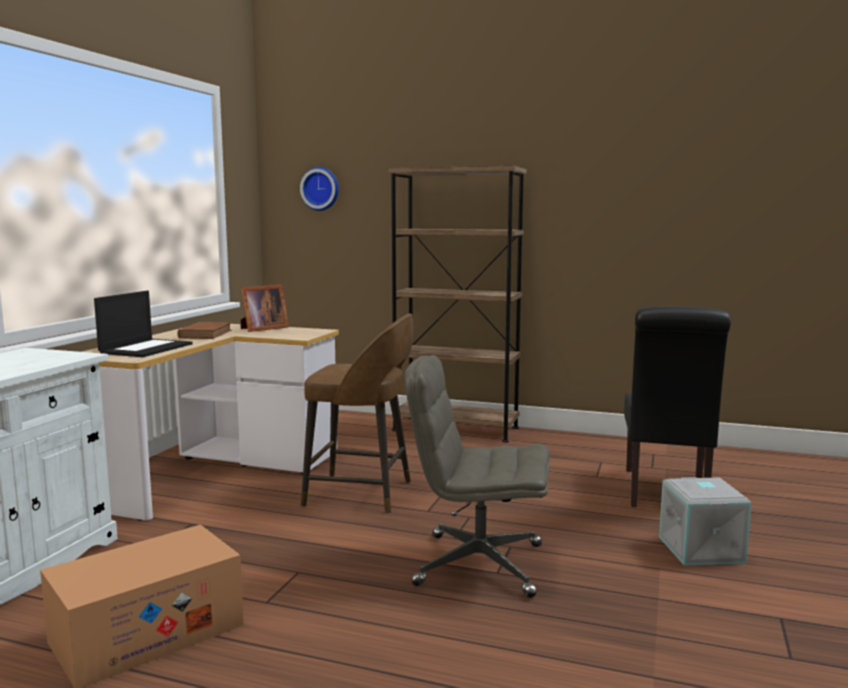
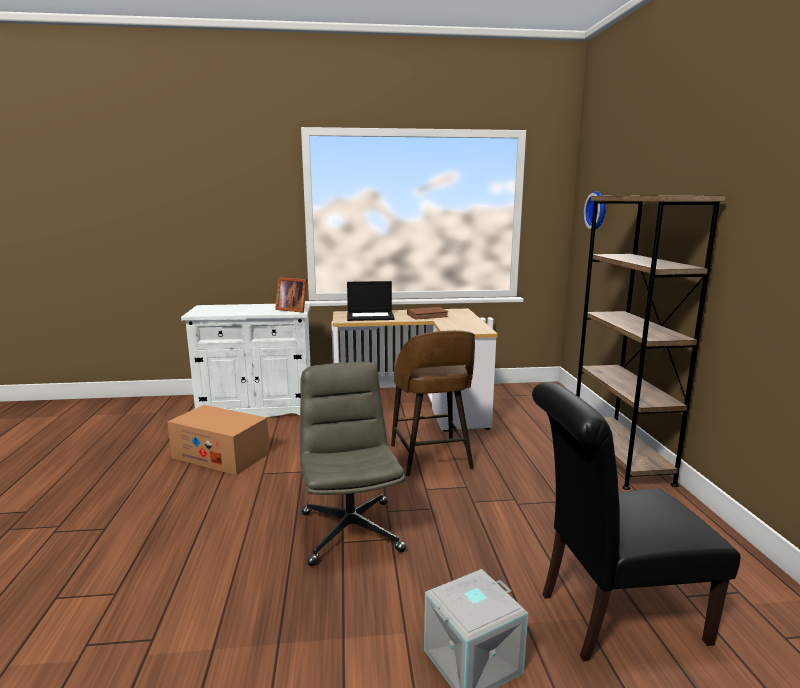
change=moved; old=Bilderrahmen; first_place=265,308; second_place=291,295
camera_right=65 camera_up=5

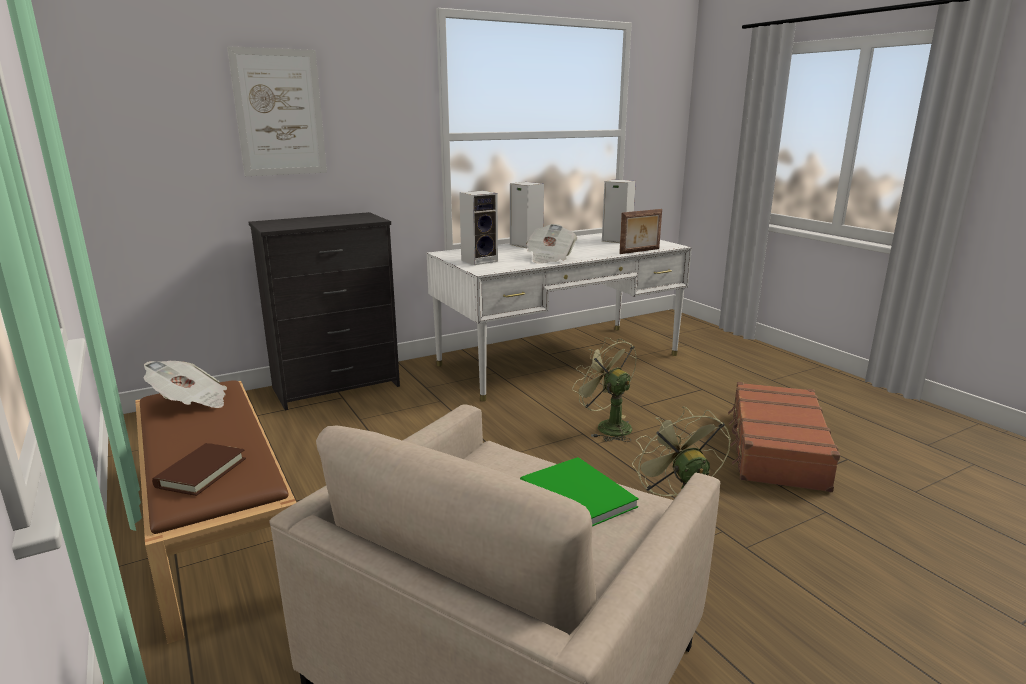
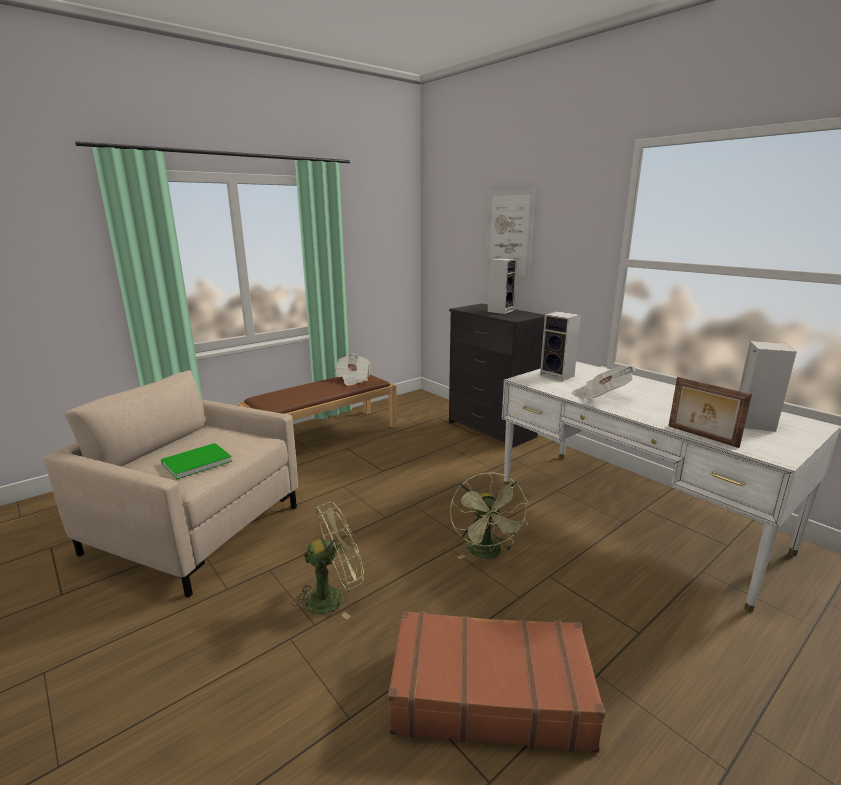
change=removed; old=Buch (braun); first_place=199,469
change=moved; old=Lautsprecher; first_place=527,215; second_place=502,286
change=turned; old=Ventilator (grün); first_place=604,389; second_place=489,515; degrees=135
camera_right=80 camera_up=0

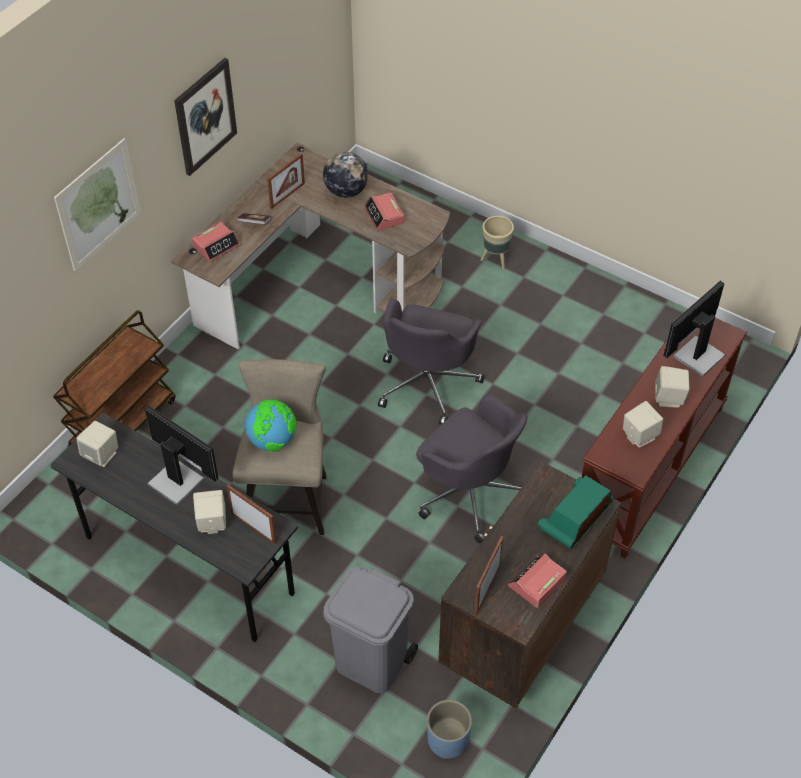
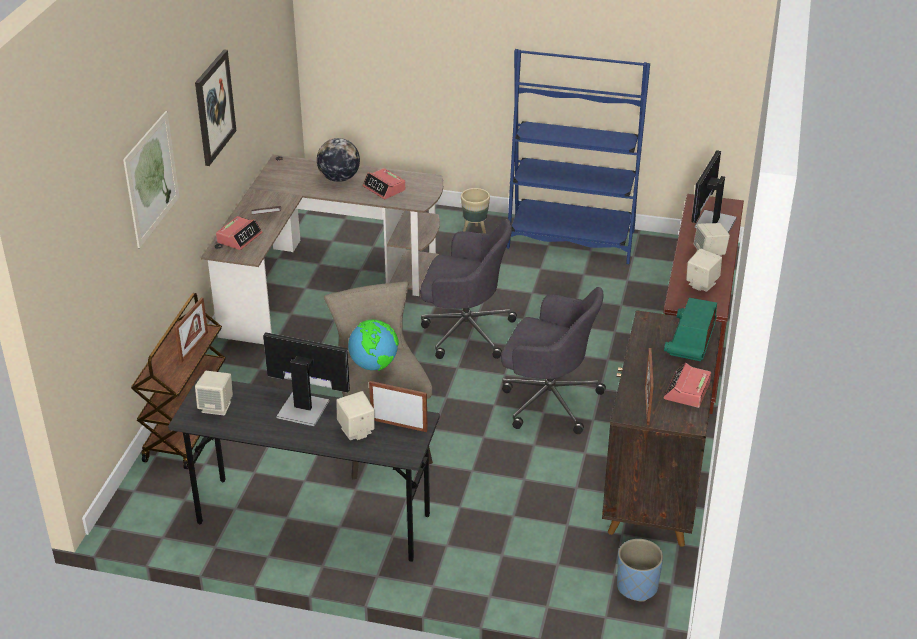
change=moved; old=Bilderrahmen; first_place=286,181; second_place=191,330
change=removed; old=Mülleimer (grau); first_place=370,630
change=turned; old=Bürostuhl (grau); first_place=431,361; second_place=468,289; degrees=-75
change=added; new=Bücherregal (blau); second_place=578,156
camera_right=-20 camera_up=-15

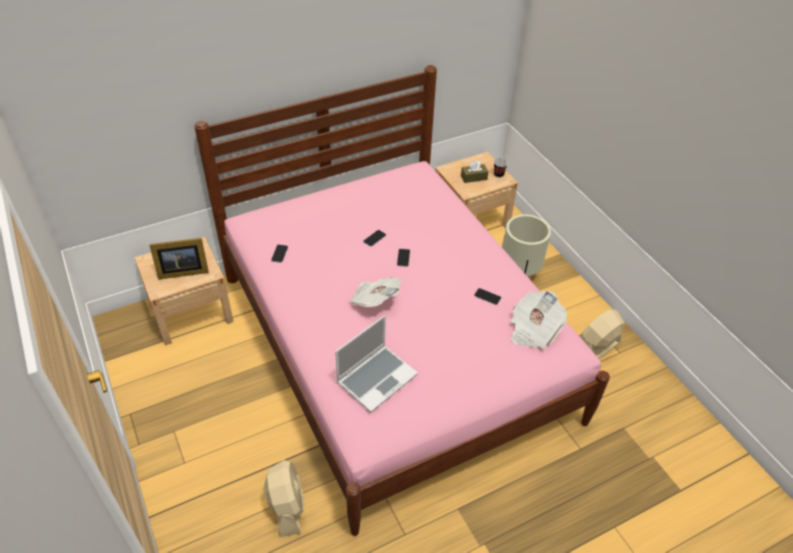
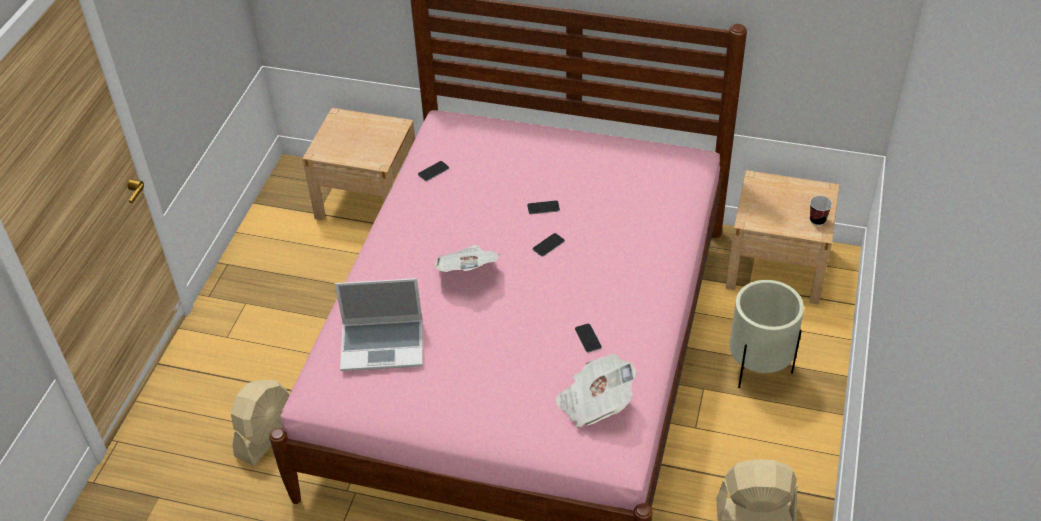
change=removed; old=Bilderrahmen; first_place=179,259
change=removed; old=Taschentuchbox (braun); first_place=475,171
camera_right=45 camera_up=0

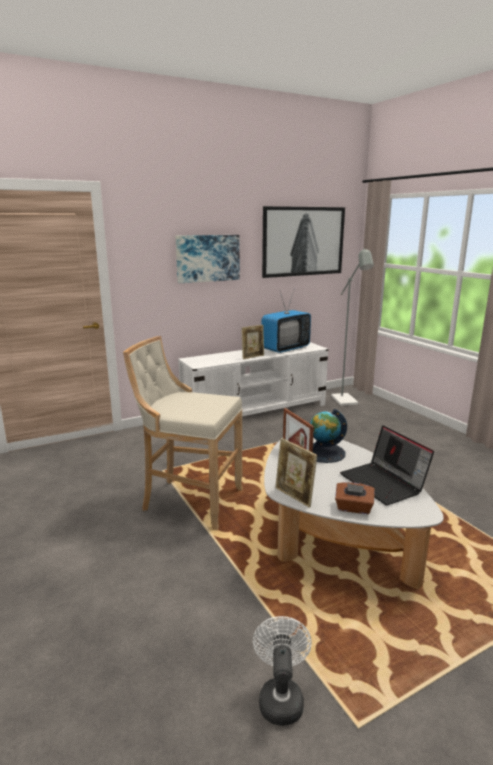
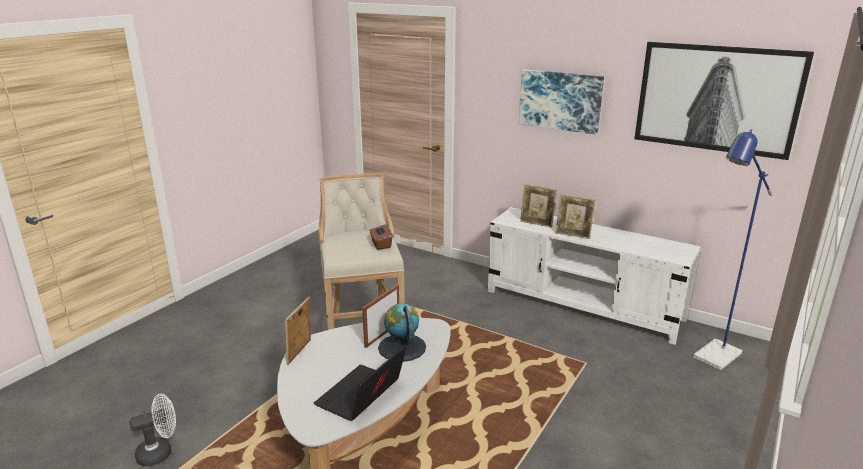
change=removed; old=Fernseher; first_place=286,320
change=recoloured; old=Stehlampe (grau); new=Stehlampe (blau); first_place=352,327; second_place=733,249
change=moved; old=Taschentuchbox (braun); first_place=355,498; second_place=380,237
change=added; new=Bilderrahmen; second_place=538,206
camera_right=60 camera_up=5

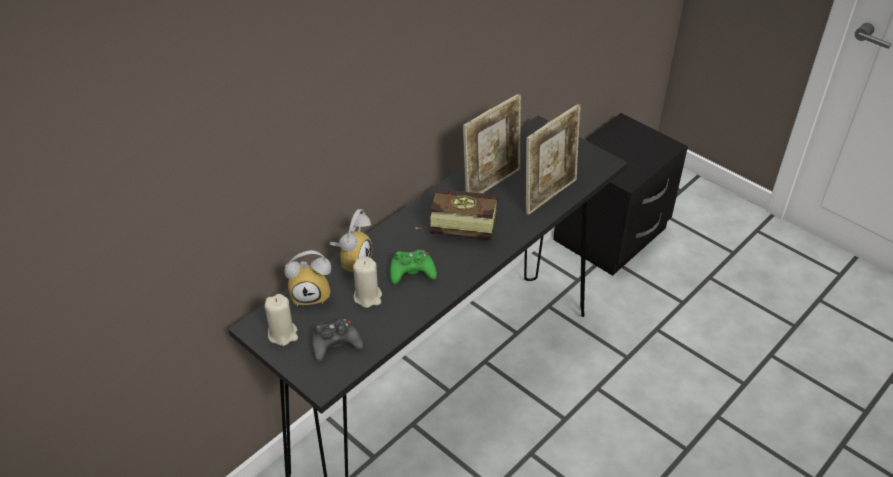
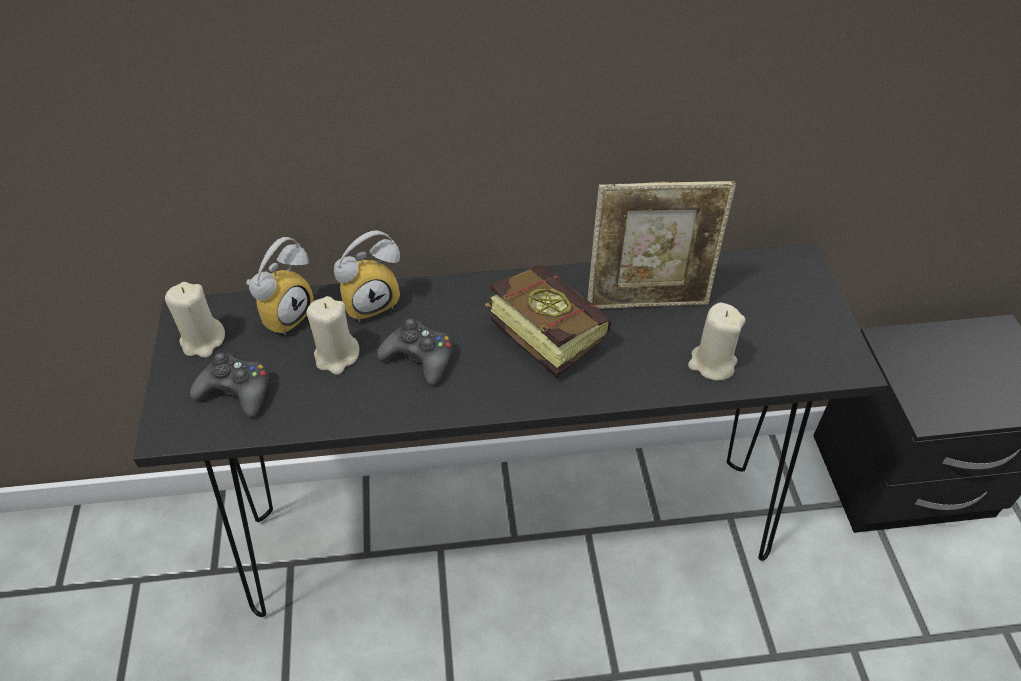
change=turned; old=Wecker; first_place=307,278; second_place=280,286; degrees=-90
change=recoloured; old=Gamepad (grün); new=Gamepad (schwarz); first_place=413,267; second_place=415,351
change=replaced; old=Bilderrahmen; new=Kerze (beige); first_place=553,159; second_place=717,341
camera_right=40 camera_up=5

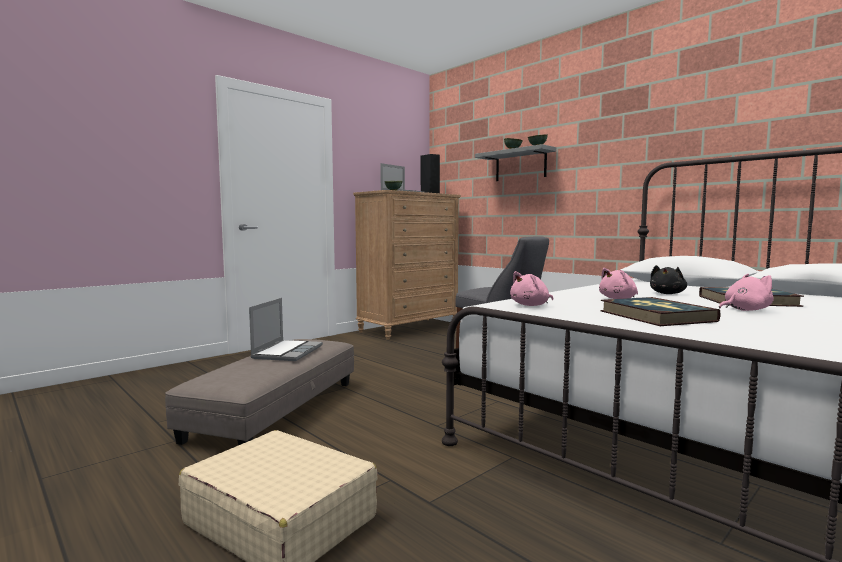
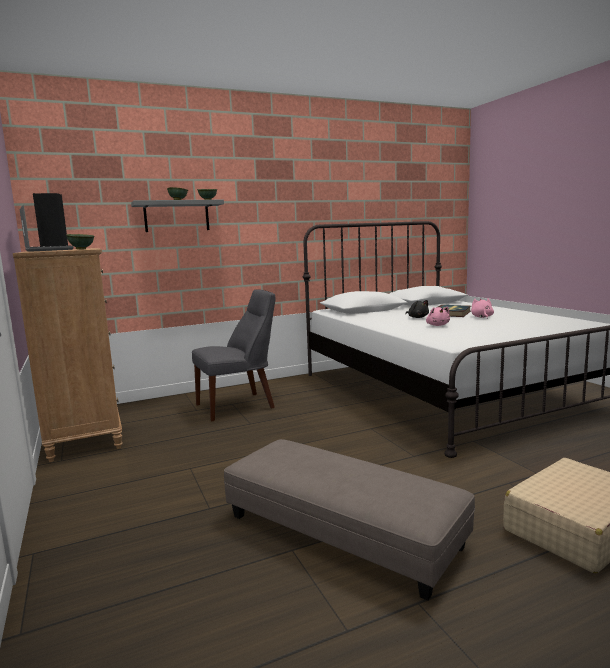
change=removed; old=Laptop; first_place=286,329
change=removed; old=Plüschtier (rosa); first_place=531,288
change=removed; old=Buch; first_place=660,311
camera_right=-70 camera_up=5

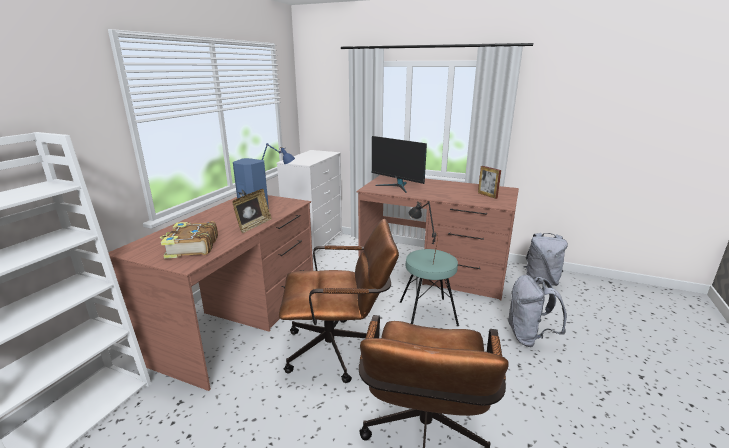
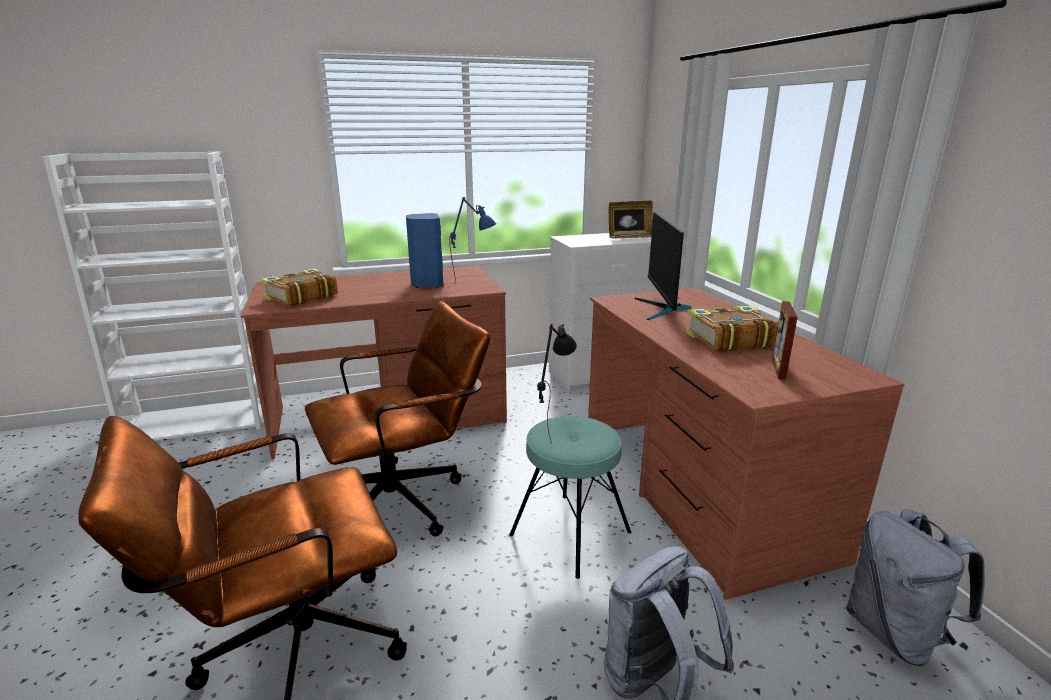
change=moved; old=Bilderrahmen; first_place=252,211; second_place=631,220
change=turned; old=Bürostuhl (braun); first_place=339,301; second_place=397,418; degrees=-75
change=added; new=Buch; second_place=732,328
camera_right=50 camera_up=0

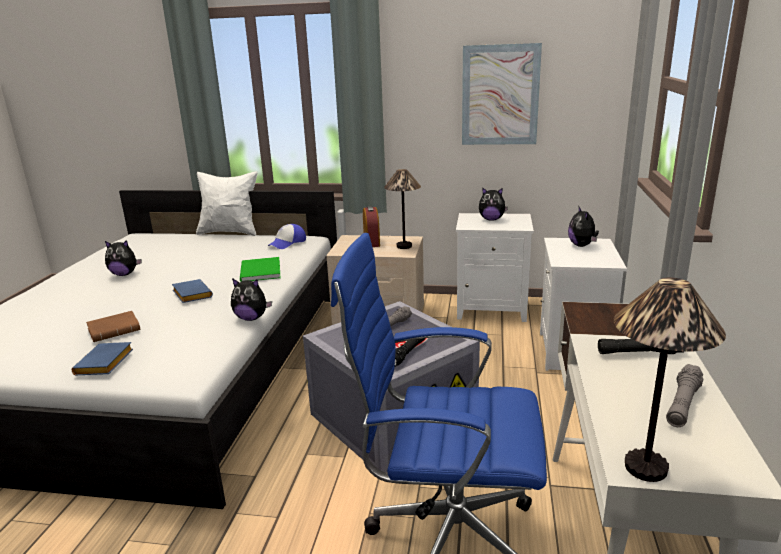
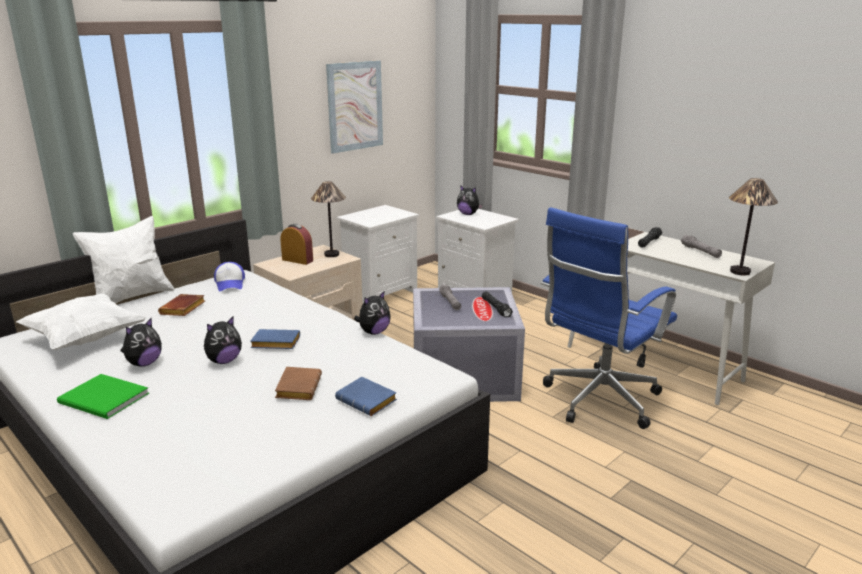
change=moved; old=Buch (grün); first_place=260,269; second_place=103,396
change=moved; old=Plüschtier; first_place=493,204; second_place=223,340
change=added; new=Kissen (weiß); second_place=81,322
change=added; new=Buch (braun); second_place=181,305
camera_right=-55 camera_up=0

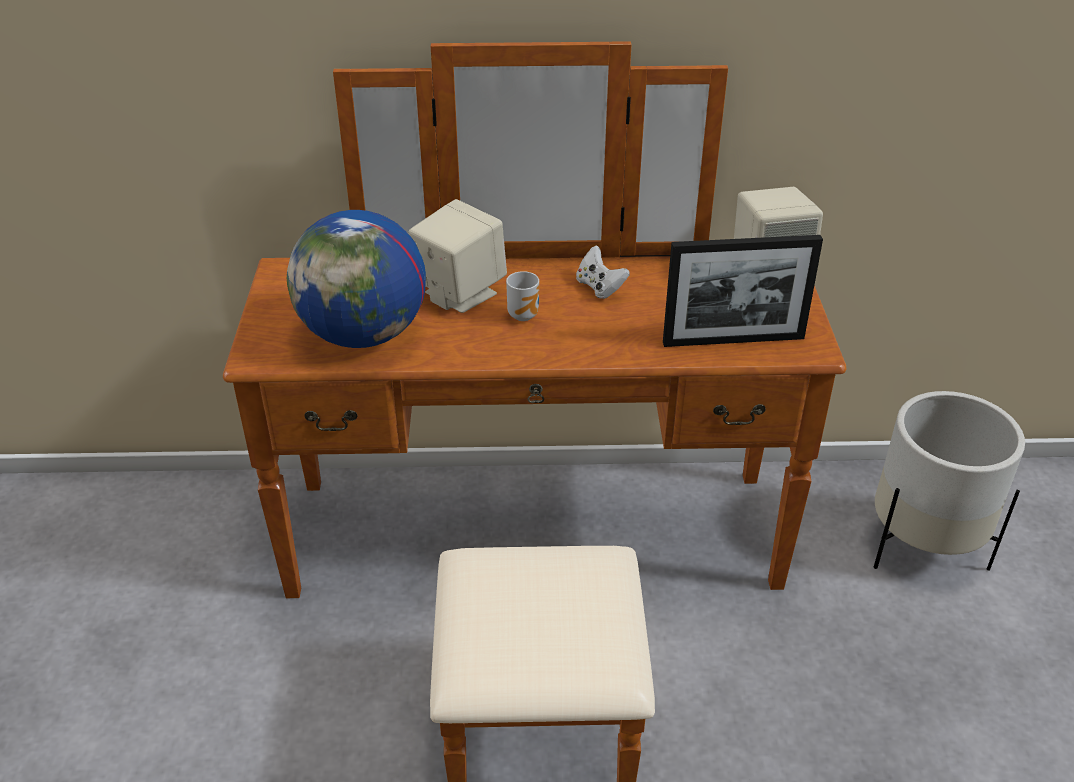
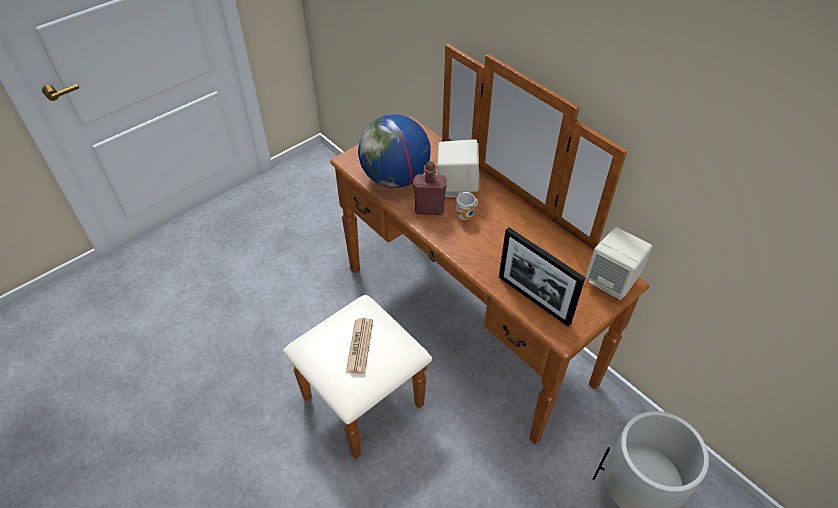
change=removed; old=Gamepad (weiß); first_place=603,272
change=added; new=Zeitung; second_place=359,346
change=added; new=Flasche (rot); second_place=430,188
camera_right=50 camera_up=10

